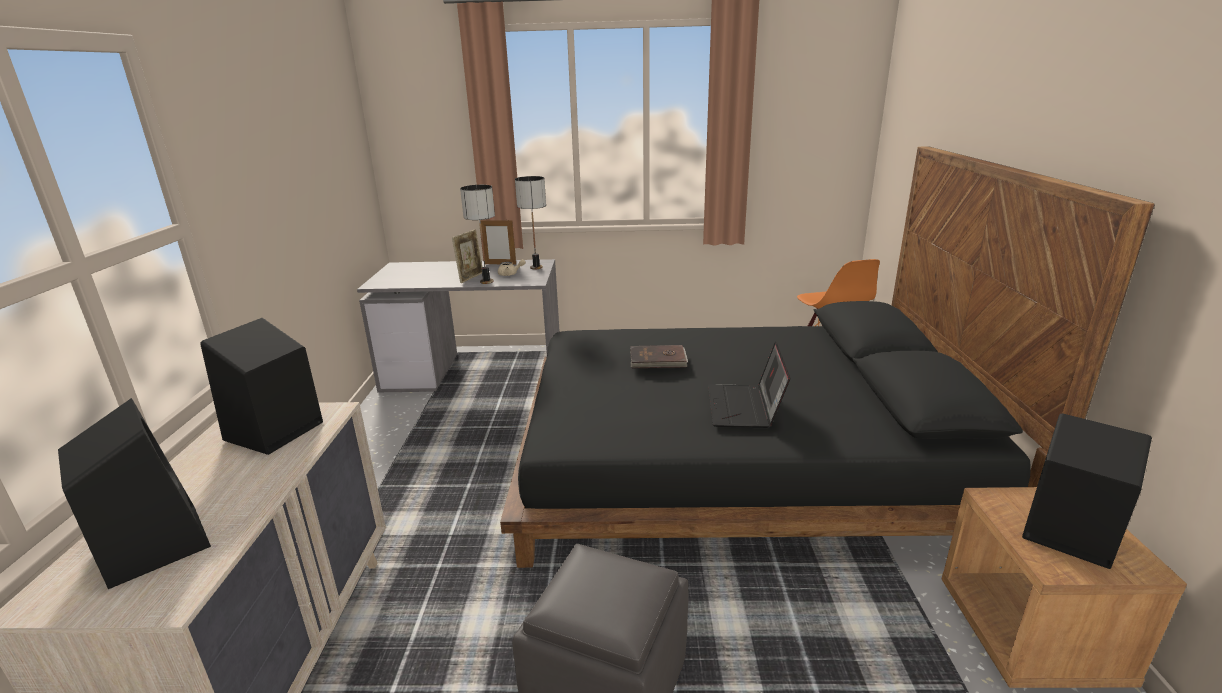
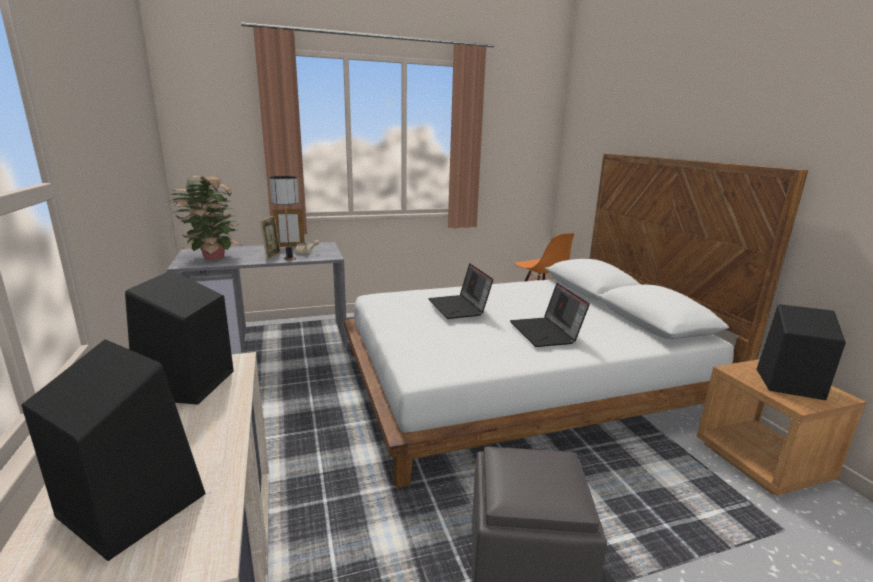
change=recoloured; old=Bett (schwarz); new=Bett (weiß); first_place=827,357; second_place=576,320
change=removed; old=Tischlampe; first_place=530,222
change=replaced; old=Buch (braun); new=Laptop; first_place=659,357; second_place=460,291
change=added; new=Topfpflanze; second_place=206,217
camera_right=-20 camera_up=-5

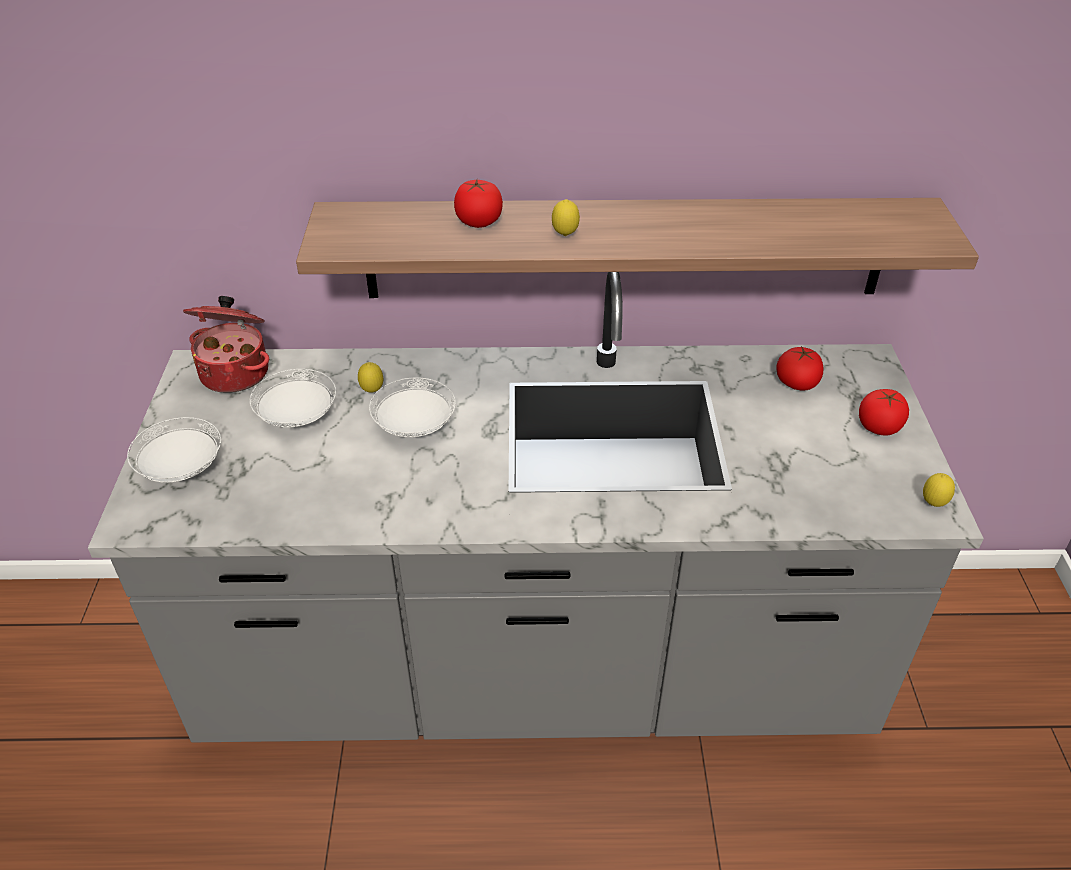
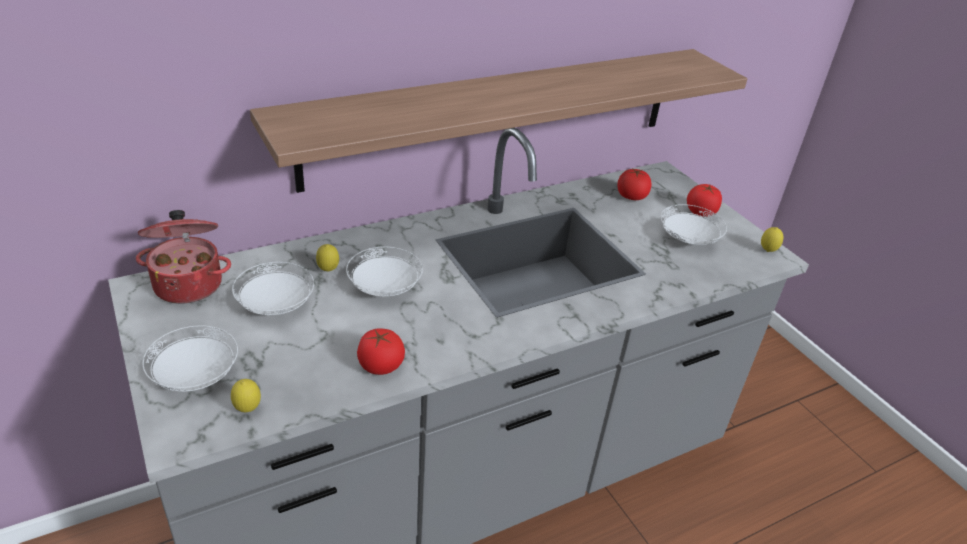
change=moved; old=Tomate; first_place=478,203; second_place=381,351
change=moved; old=Zitrone; first_place=566,217; second_place=246,395
change=added; new=Teller (weiß); second_place=694,224
camera_right=-30 camera_up=-5

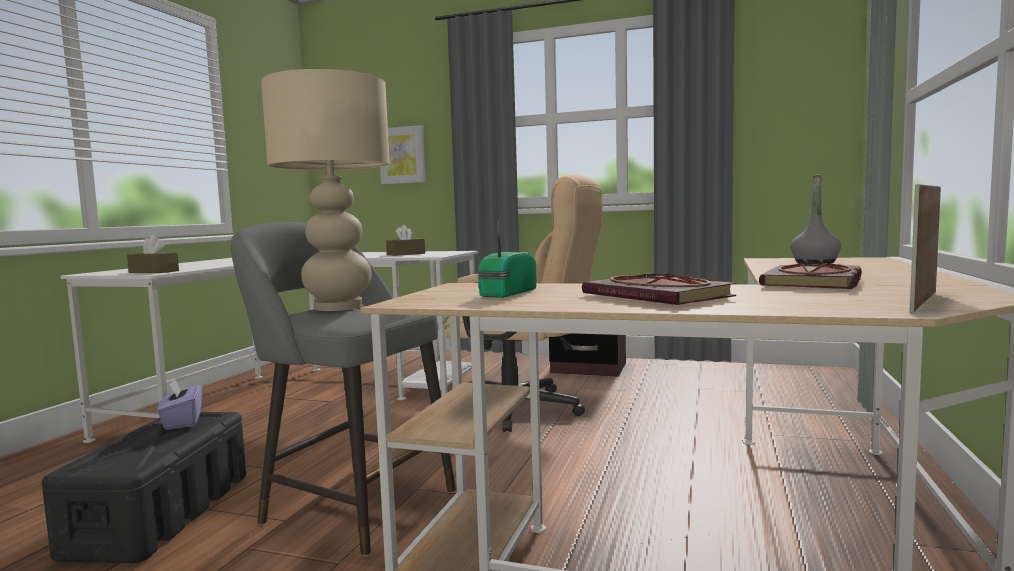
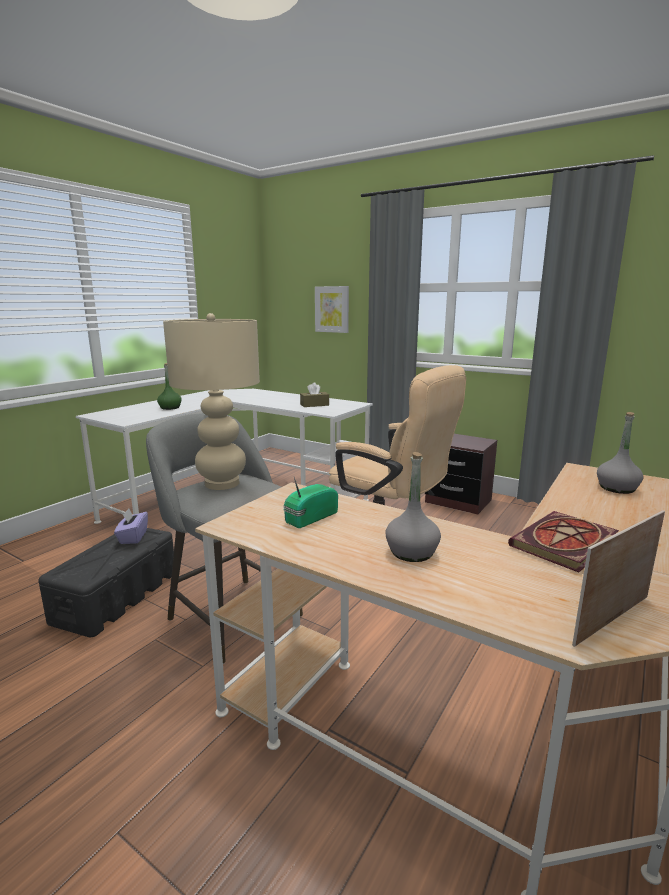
change=removed; old=Taschentuchbox (braun); first_place=153,254
change=replaced; old=Buch; new=Flasche (grau); first_place=659,289; second_place=413,507
change=added; new=Flasche (grün); second_place=169,386
camera_right=15 camera_up=10

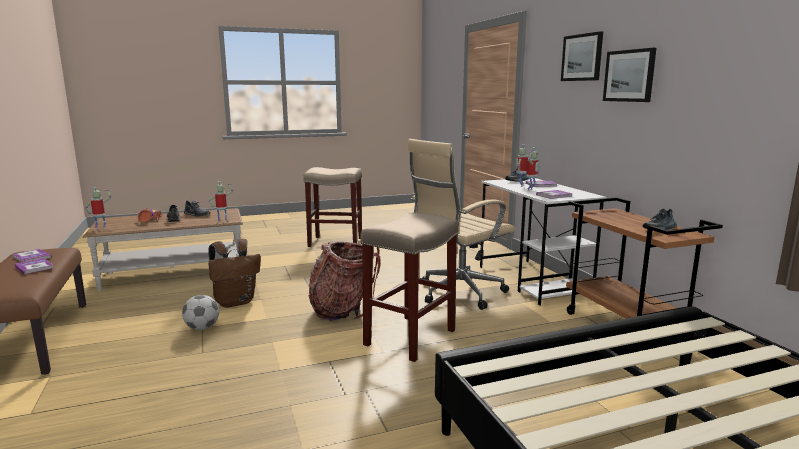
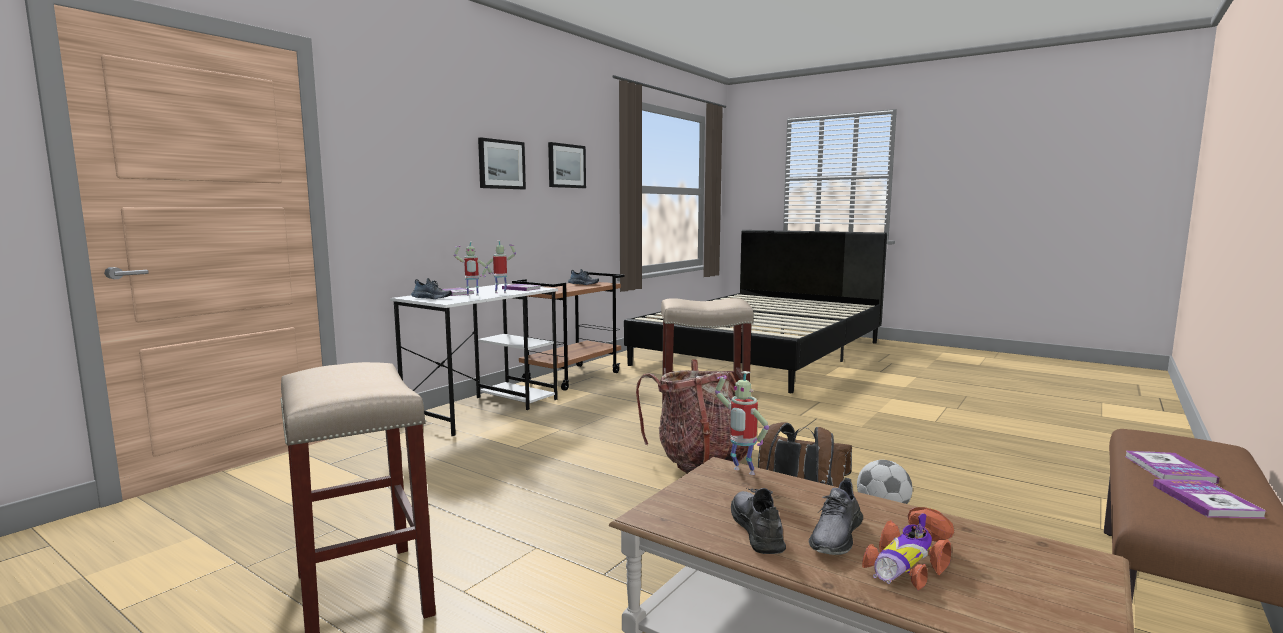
change=removed; old=Spielzeugroboter; first_place=98,208
change=removed; old=Bürostuhl (beige); first_place=461,224
change=moved; old=Bild; first_place=582,56; second_place=567,165
camera_right=-125 camera_up=-5

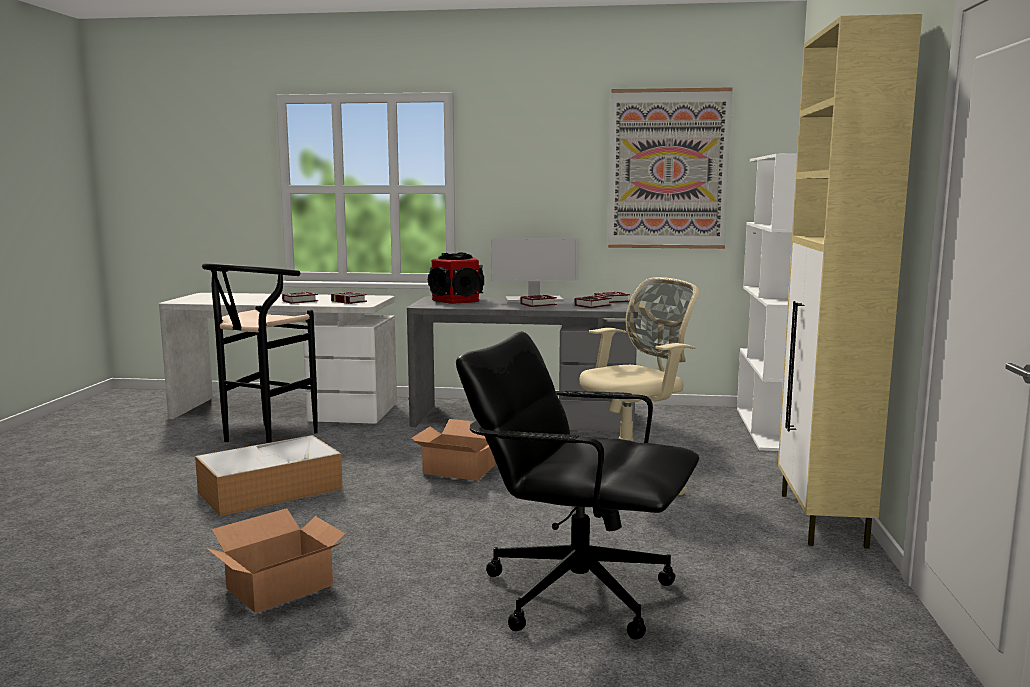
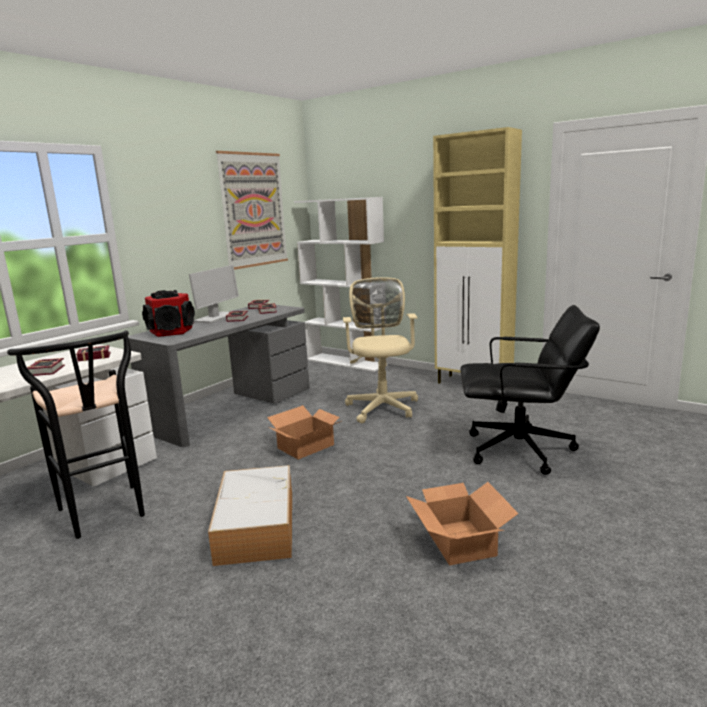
change=turned; old=Bürostuhl (schwarz); first_place=577,485; second_place=530,390; degrees=-135
camera_right=-60 camera_up=5

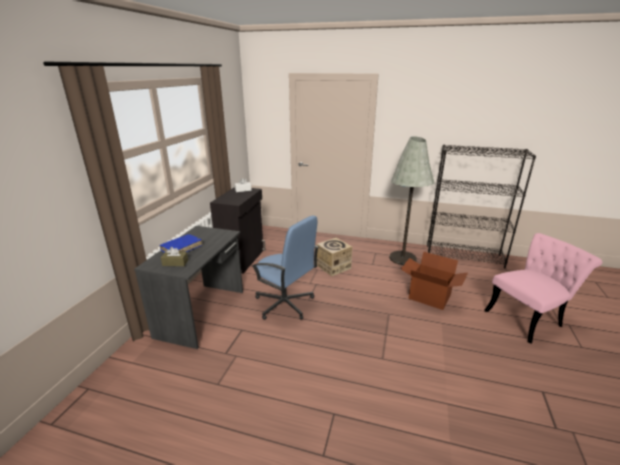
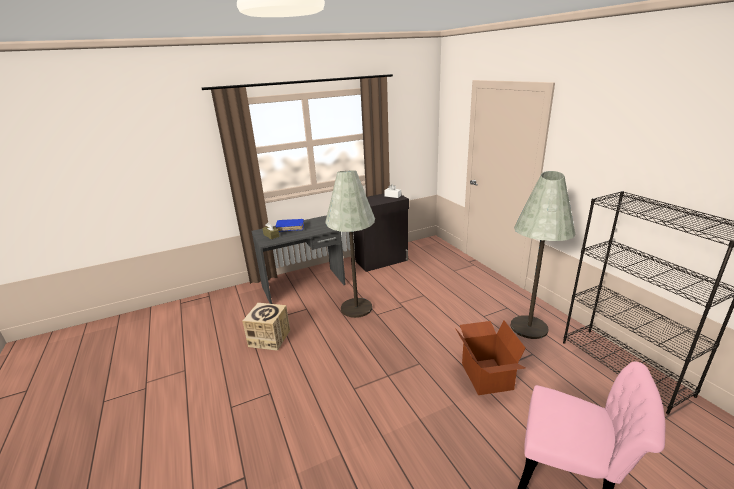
change=replaced; old=Bürostuhl (blau); new=Stehlampe (grau); first_place=285,267; second_place=350,244
change=moved; old=Karton; first_place=334,257; second_place=266,327
camera_right=50 camera_up=0

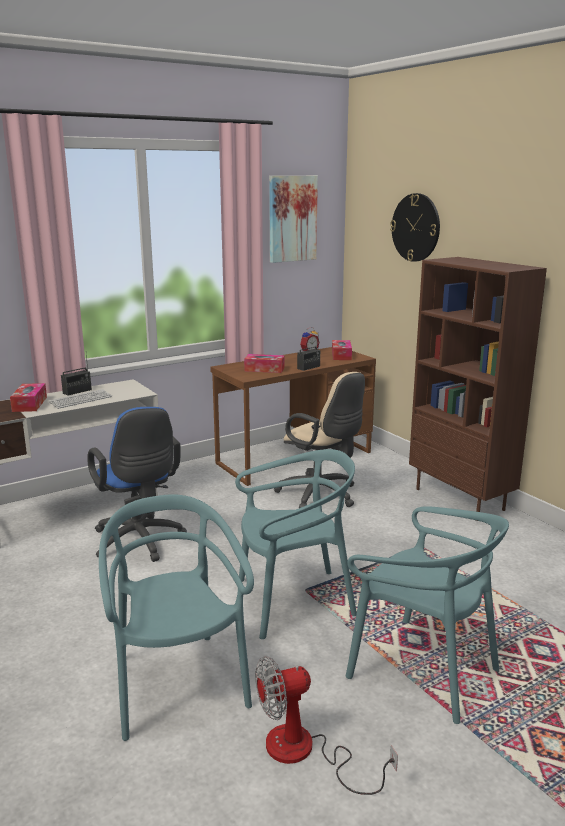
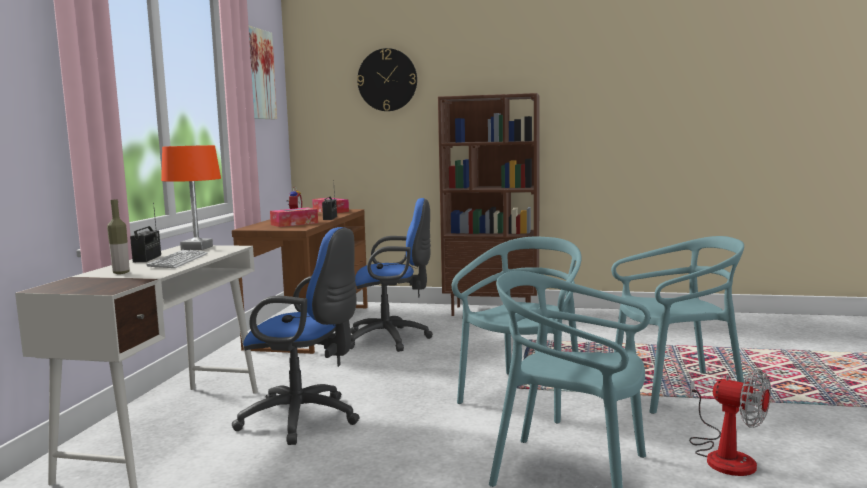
change=replaced; old=Taschentuchbox; new=Flasche; first_place=28,397; second_place=118,236
change=turned; old=Ventilator; first_place=326,725; second_place=730,422; degrees=-75
change=recoloured; old=Bürostuhl (beige); new=Bürostuhl (blau); first_place=319,440; second_place=391,275
change=added; new=Tischlampe (orange); second_place=191,197
camera_right=-45 camera_up=-10

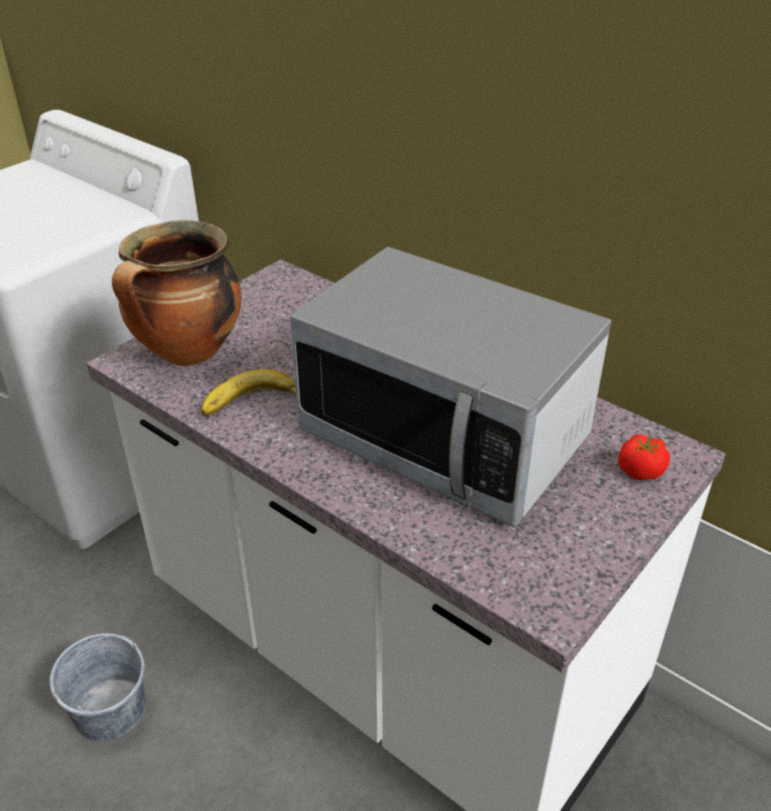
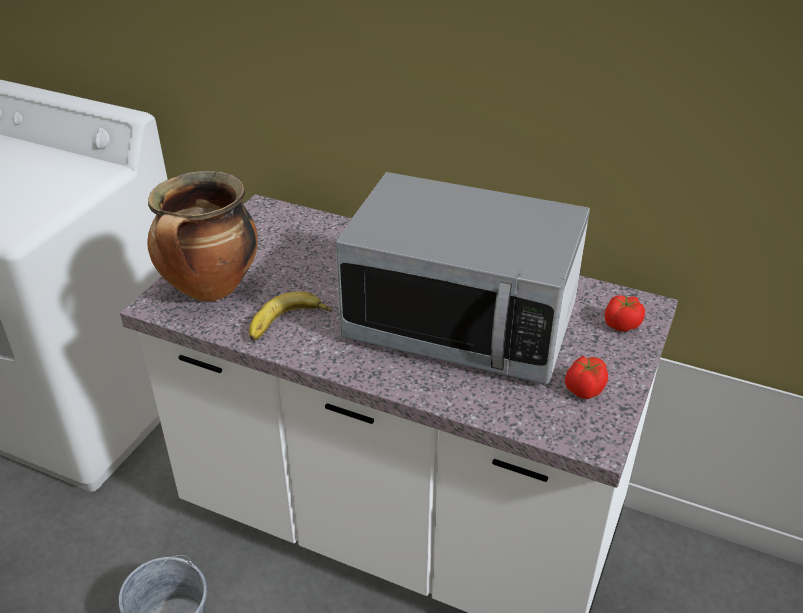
change=added; new=Tomate; second_place=586,377
camera_right=-15 camera_up=0

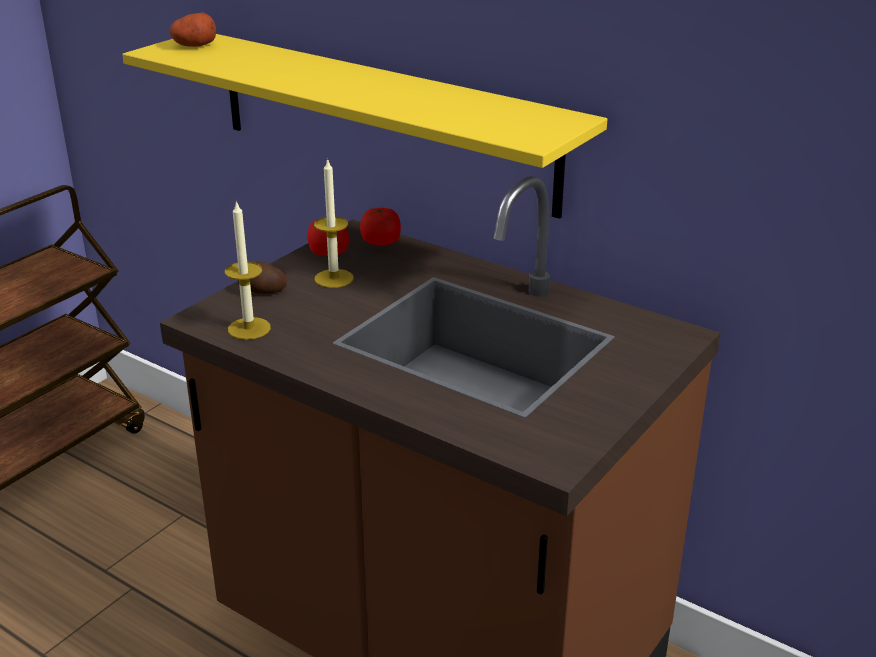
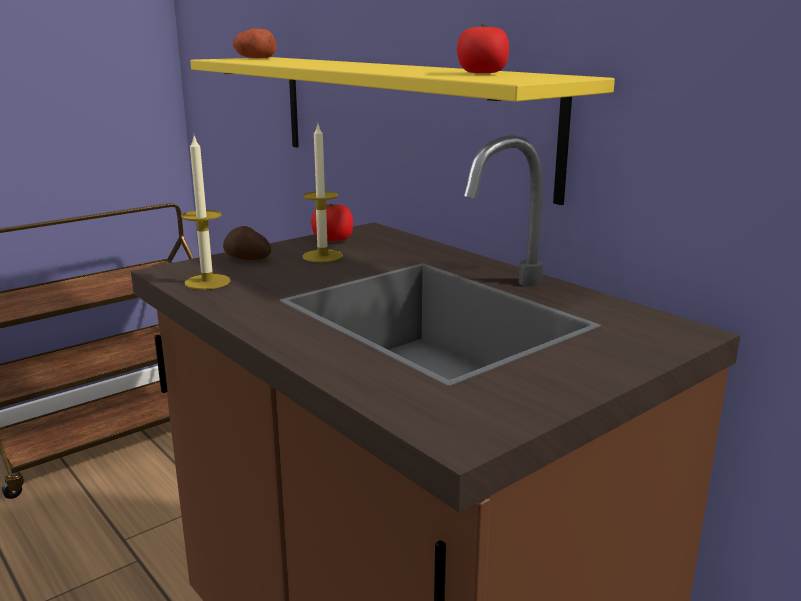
change=moved; old=Tomate; first_place=380,226; second_place=483,48
camera_right=15 camera_up=-10

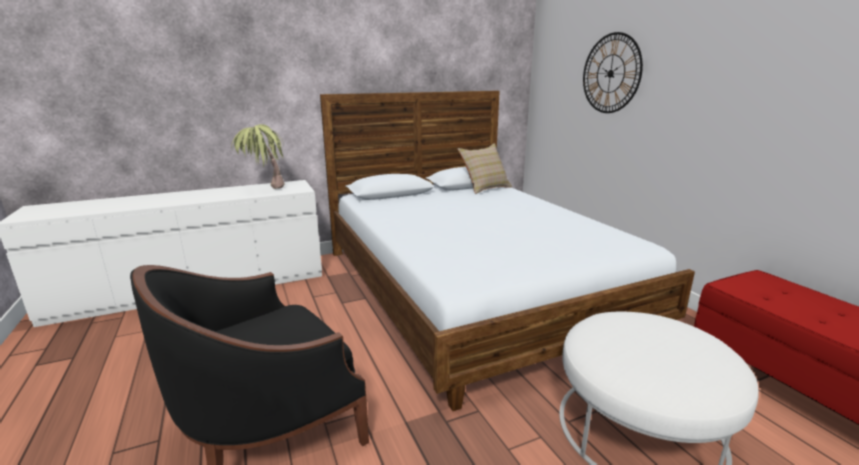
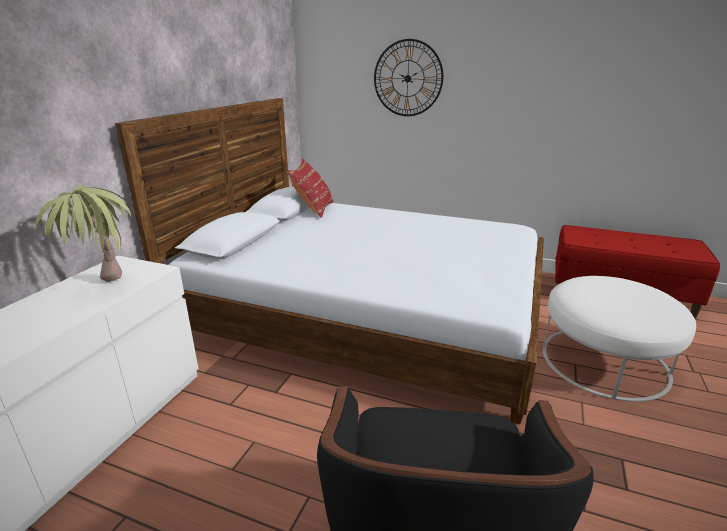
change=recoloured; old=Kissen (beige); new=Kissen (rot); first_place=485,168; second_place=310,188
camera_right=-45 camera_up=5

